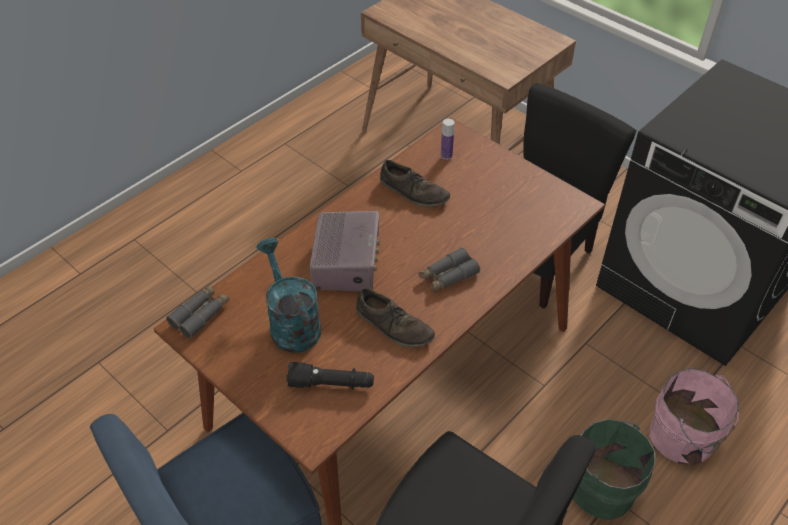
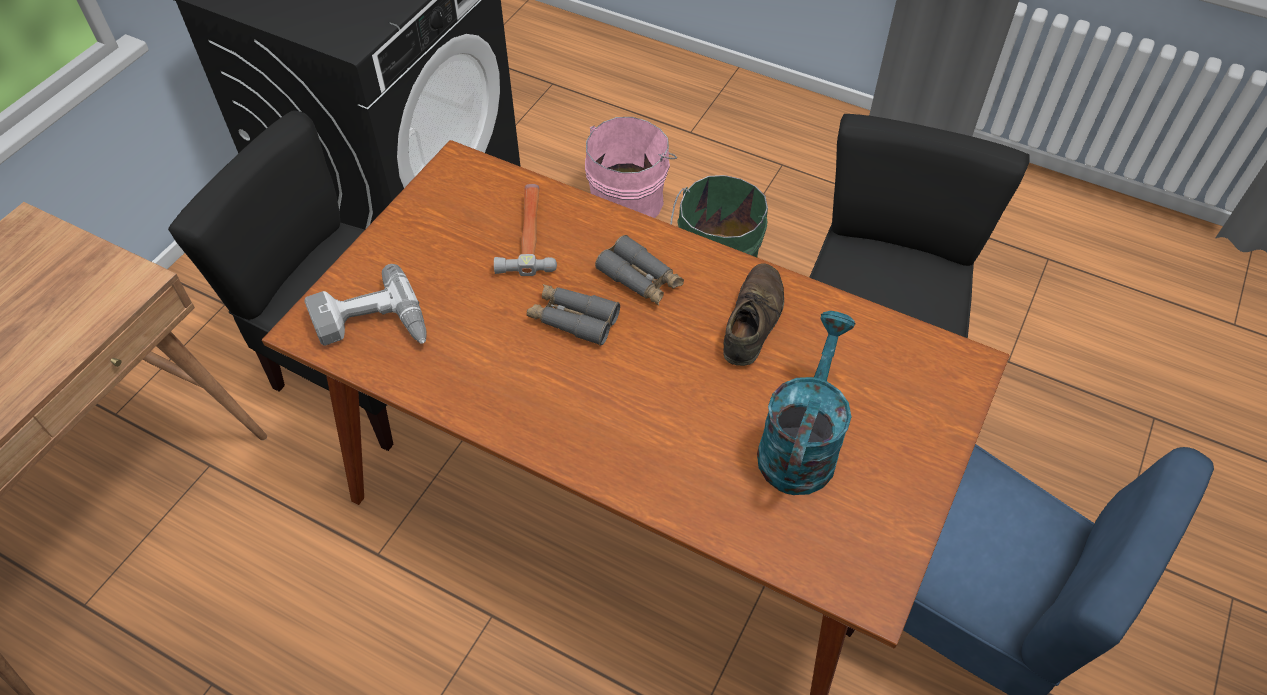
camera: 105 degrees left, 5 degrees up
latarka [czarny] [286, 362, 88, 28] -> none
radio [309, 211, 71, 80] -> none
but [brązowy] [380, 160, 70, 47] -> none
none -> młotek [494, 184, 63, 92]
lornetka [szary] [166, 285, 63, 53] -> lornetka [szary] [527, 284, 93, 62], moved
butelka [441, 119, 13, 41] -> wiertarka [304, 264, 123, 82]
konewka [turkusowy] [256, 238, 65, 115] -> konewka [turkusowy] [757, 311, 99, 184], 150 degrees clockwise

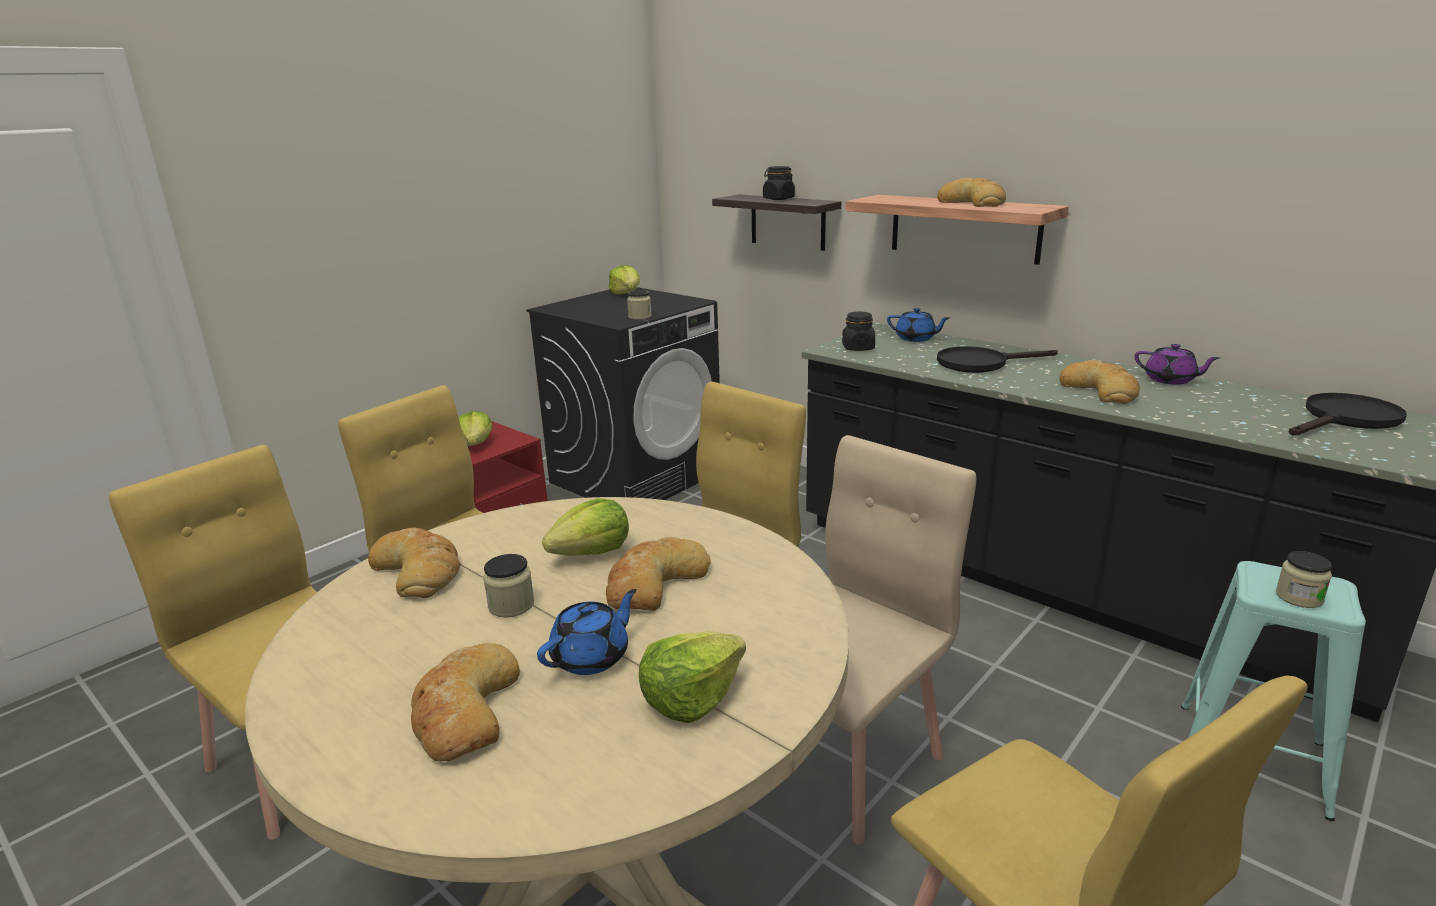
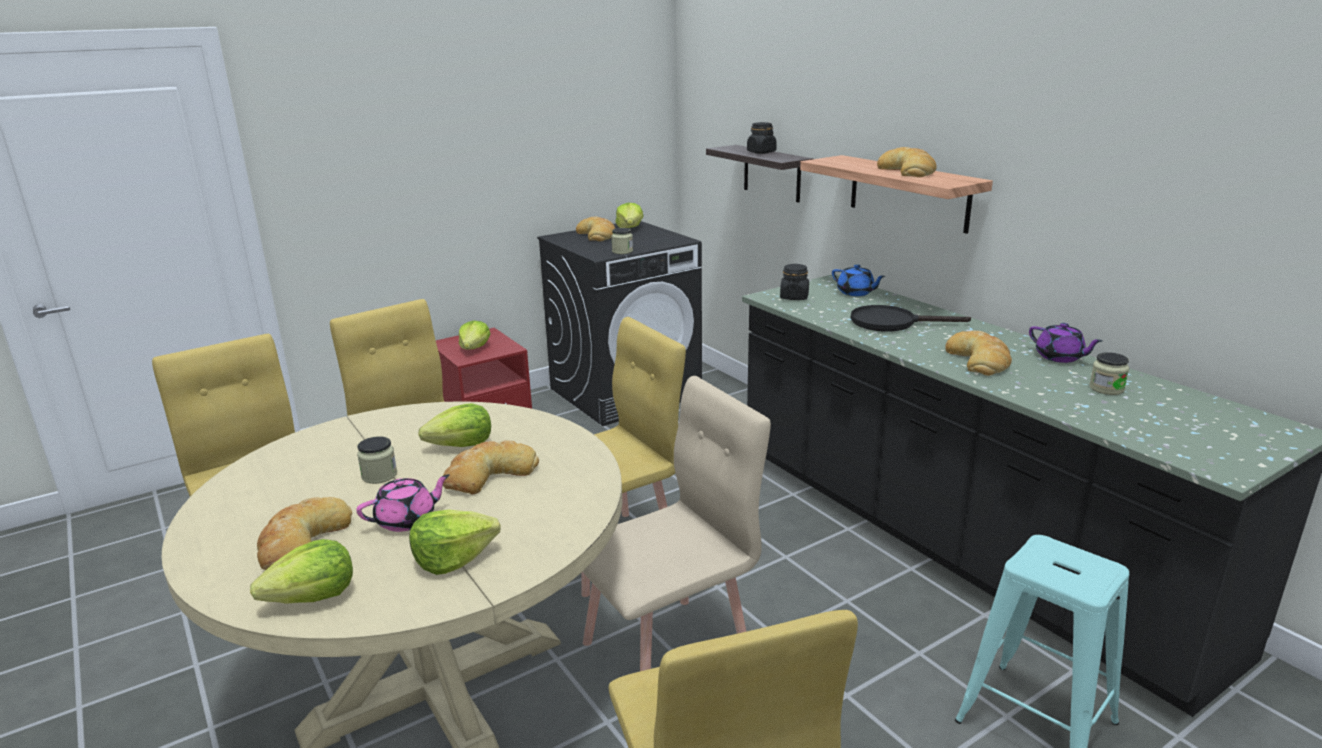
camera: 15 degrees right, 0 degrees up
patelnia [czarny] [1289, 393, 118, 43] -> none
none -> sałata [250, 539, 103, 65]
chleb [368, 527, 92, 71] -> chleb [576, 217, 39, 24], moved
słoik [1276, 551, 56, 57] -> słoik [1089, 352, 40, 43], moved
imbryk [niebieski] [537, 589, 100, 86] -> imbryk [różowy] [356, 474, 94, 58]

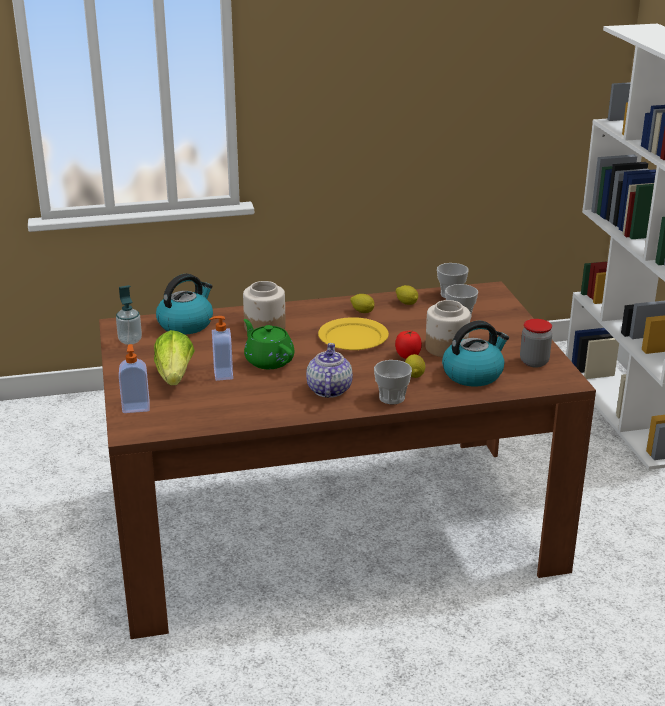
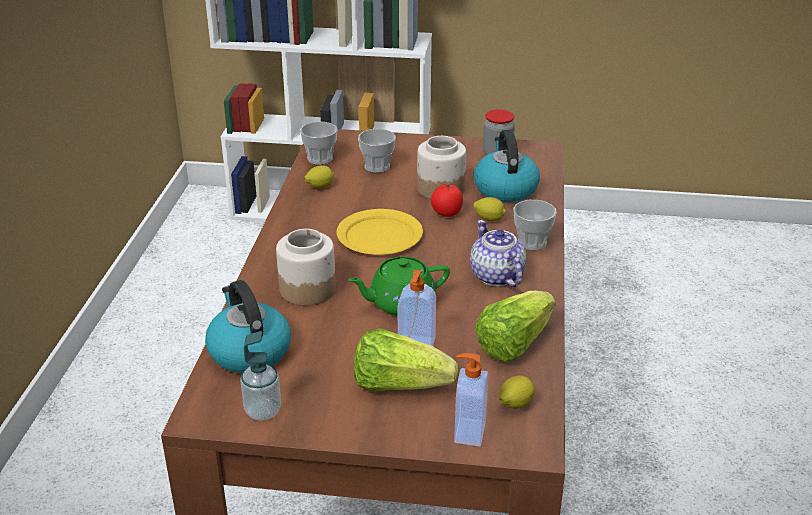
camera: 70 degrees left, 5 degrees up
none -> sałata [475, 291, 81, 71]
cytryna [350, 294, 24, 19] -> cytryna [499, 376, 36, 33], moved
imbryk [306, 343, 47, 55] -> imbryk [470, 220, 56, 67], 45 degrees clockwise

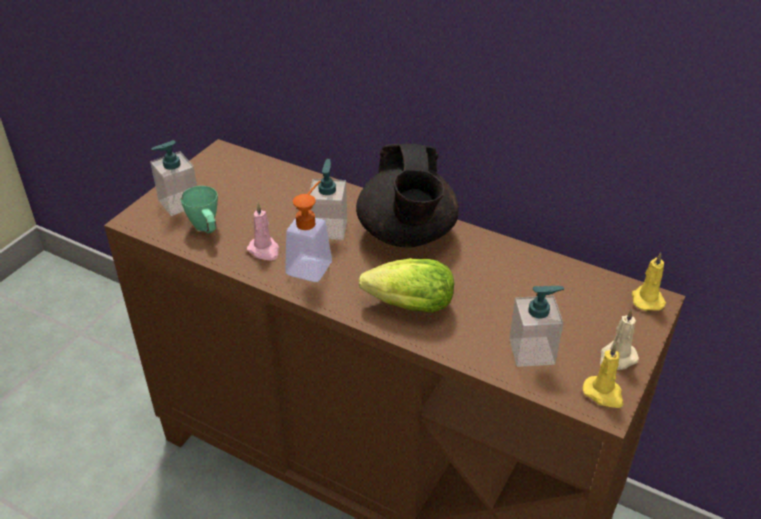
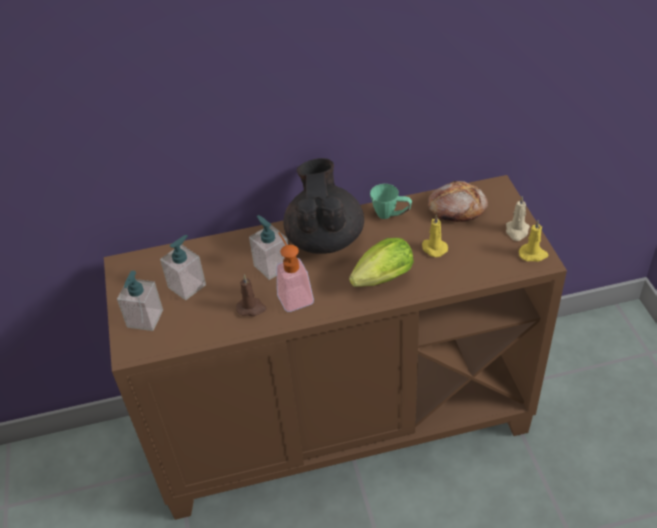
camera: 40 degrees left, 5 degrees up
none -> chleb [428, 181, 60, 41]
kubek [zielony] [180, 186, 38, 48] -> kubek [zielony] [370, 184, 42, 35], moved
dozownik mydła [509, 286, 55, 81] -> dozownik mydła [160, 235, 46, 65], moved
świeca [żółty] [632, 252, 34, 59] -> świeca [żółty] [422, 214, 26, 43], moved
świeca [różowy] [247, 203, 32, 58] -> świeca [brązowy] [236, 275, 31, 41]
imbryk [czarny] [356, 144, 103, 103] -> imbryk [czarny] [283, 158, 81, 96], 135 degrees counterclockwise

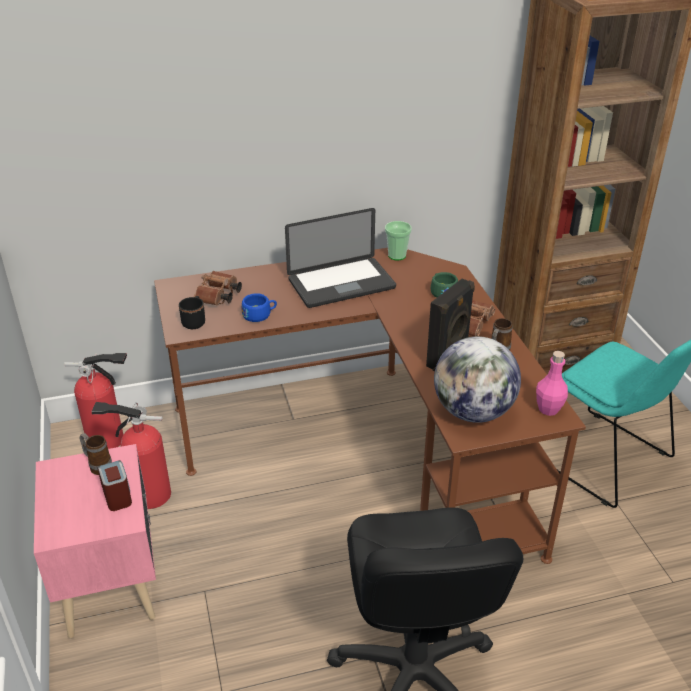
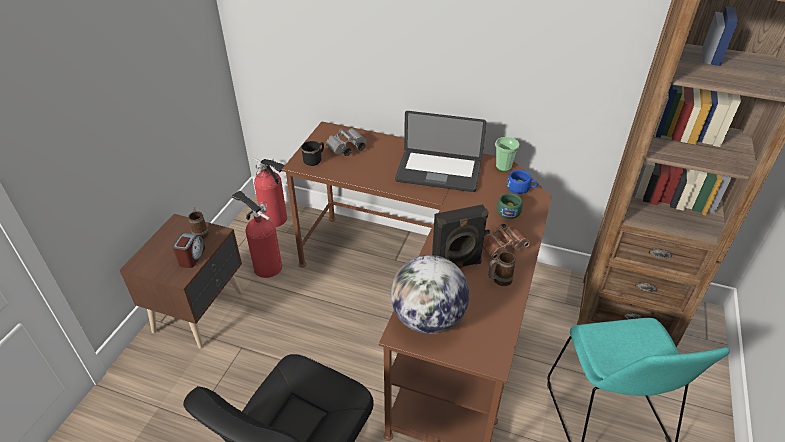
camera: 35 degrees right, 5 degrees up
butelka [różowy] [536, 351, 32, 65] -> none
filiżanka [niebieski] [242, 293, 35, 29] -> filiżanka [niebieski] [507, 170, 31, 24], moved
szafka nocna [różowy] [34, 444, 122, 194] -> szafka nocna [brązowy] [120, 214, 122, 134]
lornetka [brązowy] [194, 271, 48, 34] -> lornetka [szary] [326, 128, 41, 28]

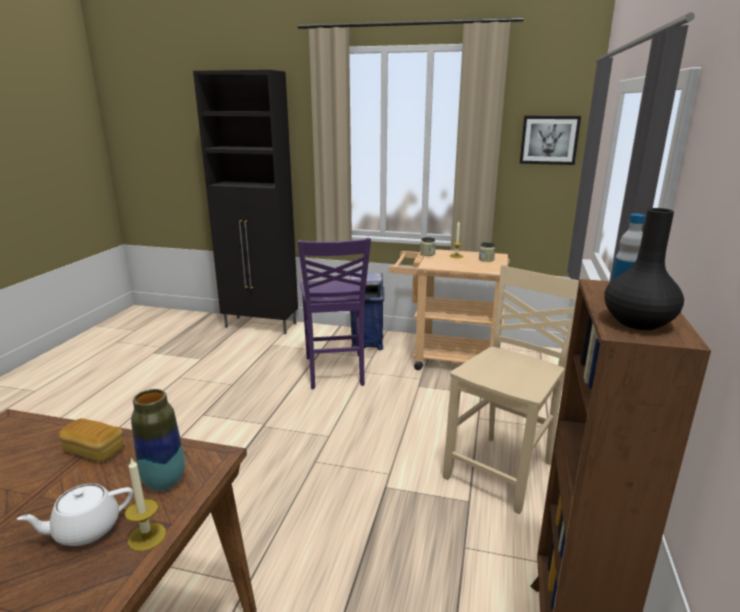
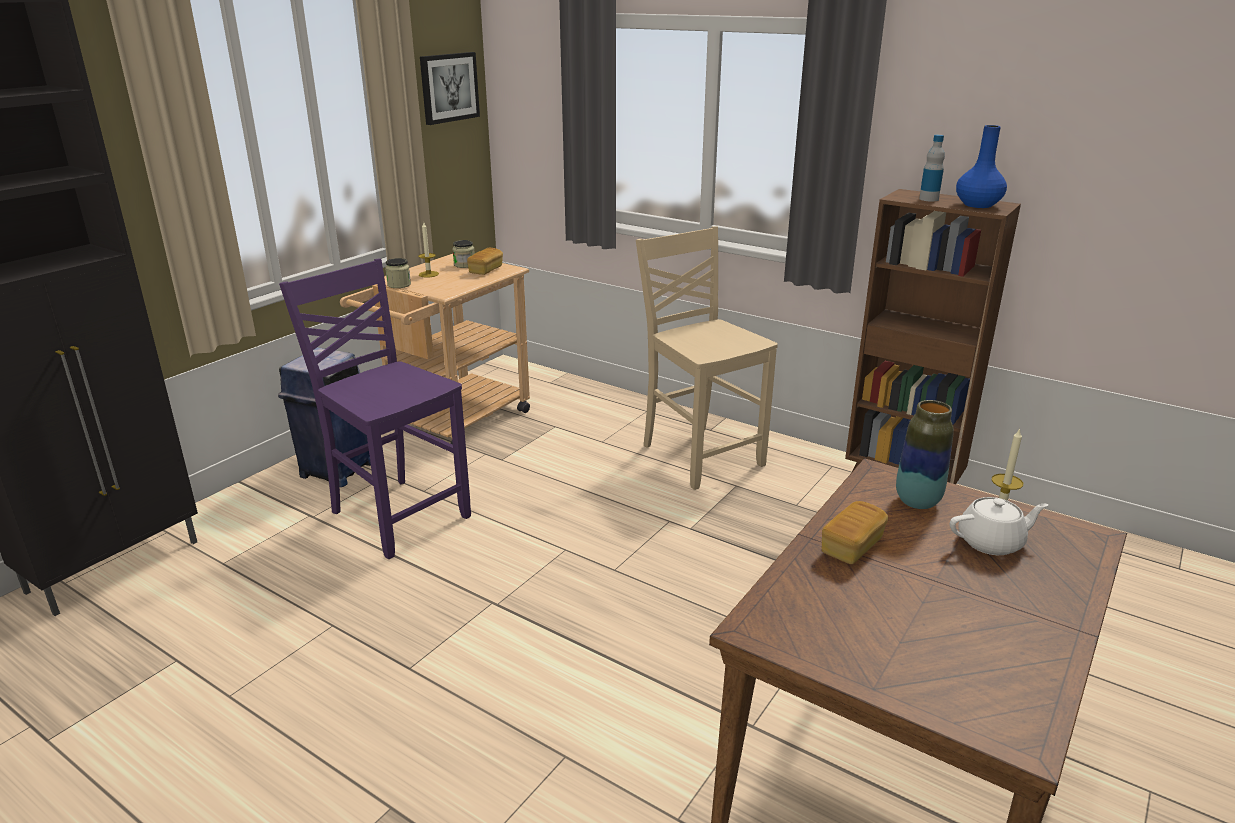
camera: 70 degrees left, 5 degrees up
none -> chleb [467, 248, 36, 27]
wazon [czarny] [605, 208, 79, 122] -> wazon [niebieski] [956, 125, 51, 83]
imbryk [biały] [17, 483, 116, 63] -> imbryk [biały] [950, 497, 98, 58], 90 degrees counterclockwise
krzesło [fioletowy] [298, 238, 73, 151] -> krzesło [fioletowy] [279, 259, 192, 300], 150 degrees counterclockwise

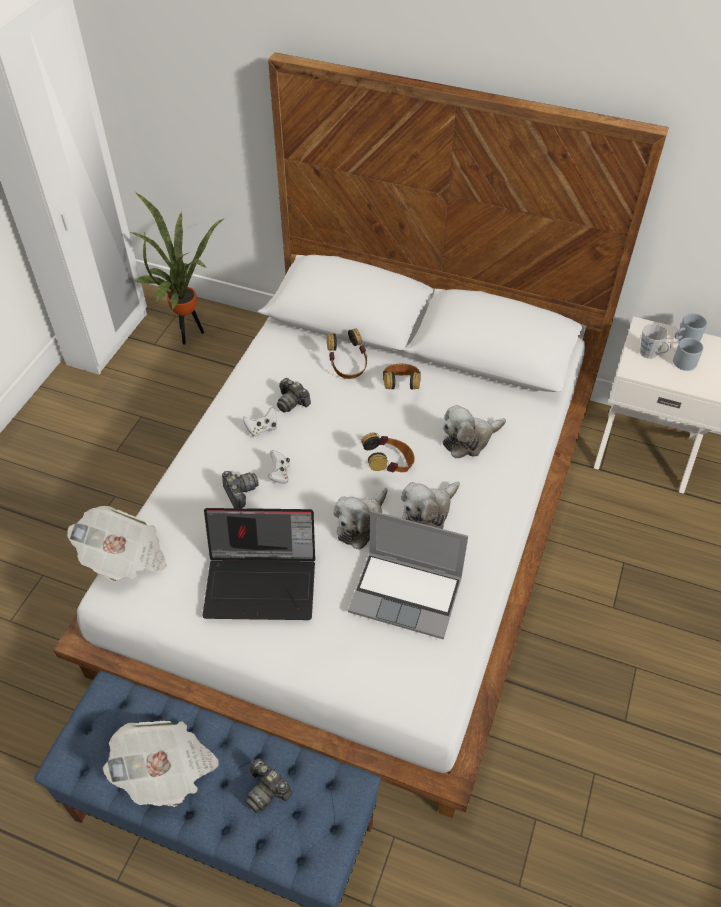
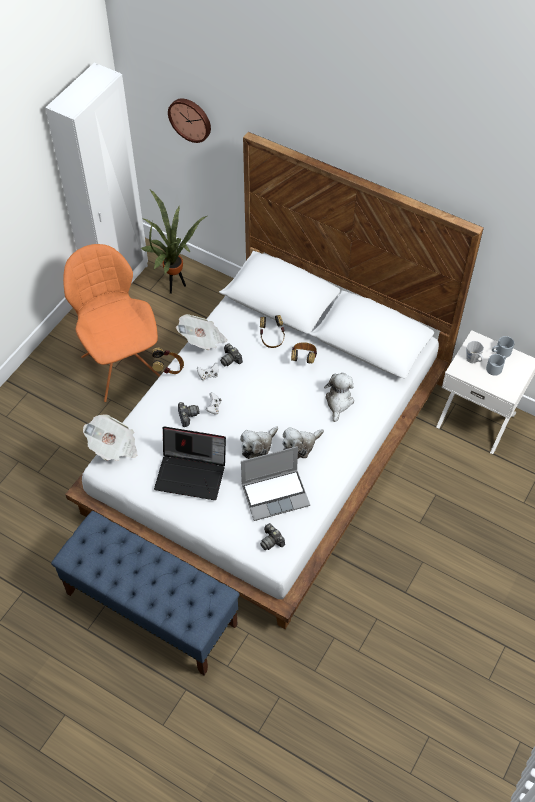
camera: 10 degrees right, 5 degrees up
none -> krzesło [pomarańczowy] [63, 244, 97, 158]
none -> zegar ścienny [168, 98, 43, 45]
gazeta [103, 721, 116, 86] -> gazeta [176, 314, 52, 36], moved
aparat fotograficzny [245, 759, 47, 54] -> aparat fotograficzny [260, 523, 25, 27], moved
słuchawki [361, 433, 54, 40] -> słuchawki [152, 347, 32, 27], moved
laptop [348, 510, 120, 129] -> laptop [241, 446, 69, 75], 45 degrees counterclockwise
pluszak [442, 405, 64, 53] -> pluszak [324, 373, 30, 49], 120 degrees clockwise

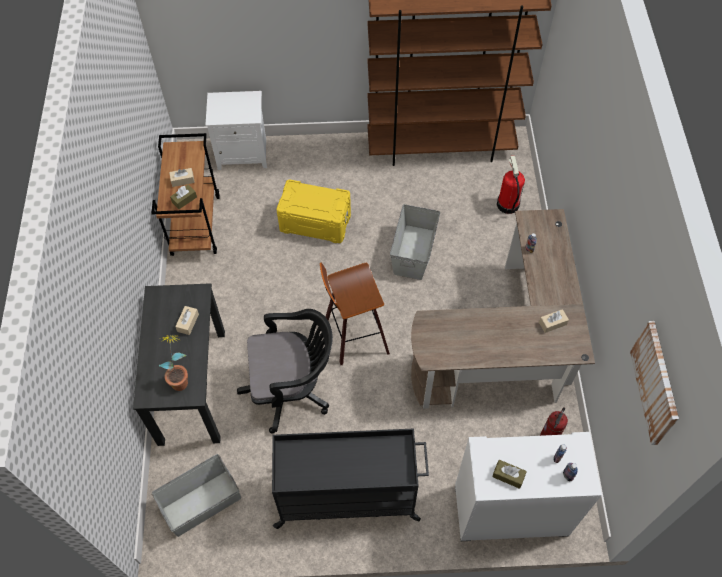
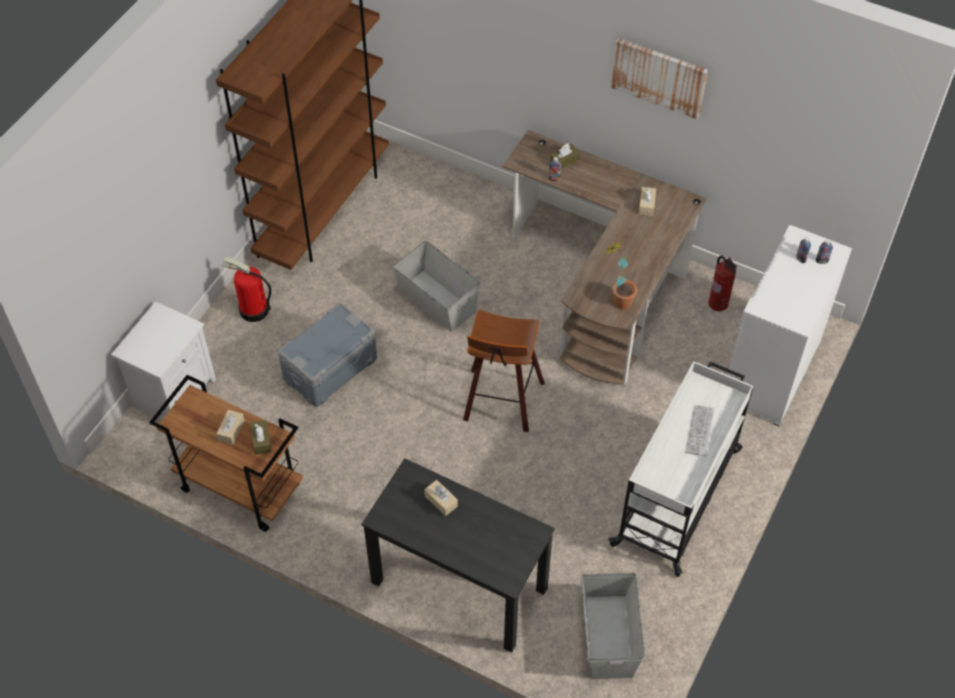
camera: 60 degrees left, 5 degrees down
krzesło biurowe [czarny] [237, 309, 96, 125] -> none
none -> klawiatura [685, 405, 30, 51]
roślina doniczkowa [159, 335, 29, 56] -> roślina doniczkowa [604, 242, 33, 67], moved
pudełko chusteczek [brązowy] [492, 460, 35, 29] -> pudełko chusteczek [brązowy] [550, 143, 30, 26], moved
gaśnica [497, 156, 28, 58] -> gaśnica [222, 257, 49, 65], moved
obraz [630, 321, 49, 124] -> obraz [611, 38, 97, 81], moved
wózek [czarny] [272, 428, 157, 101] -> wózek [biały] [609, 361, 145, 216]
pojemnik do przechowywania [żółty] [276, 179, 75, 64] -> pojemnik do przechowywania [szary] [278, 303, 99, 104]

